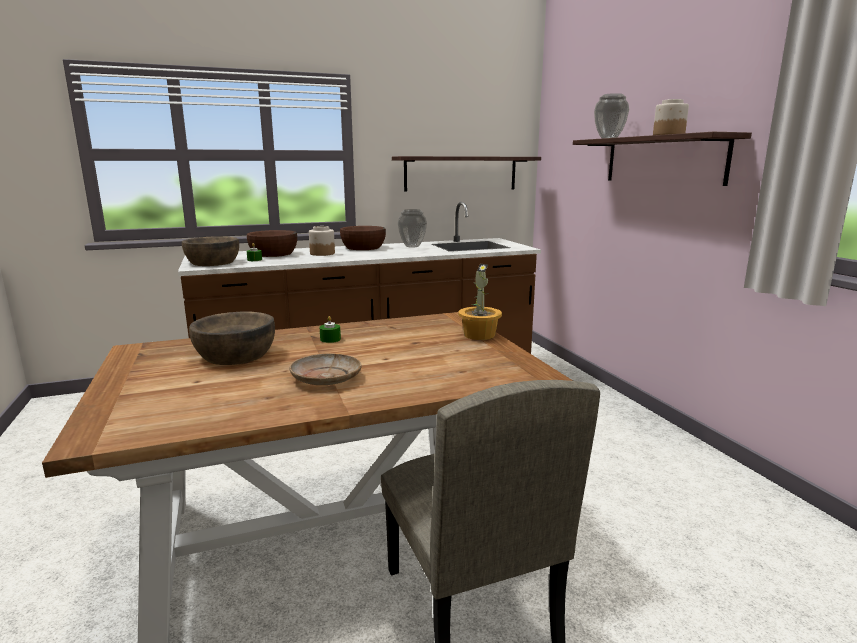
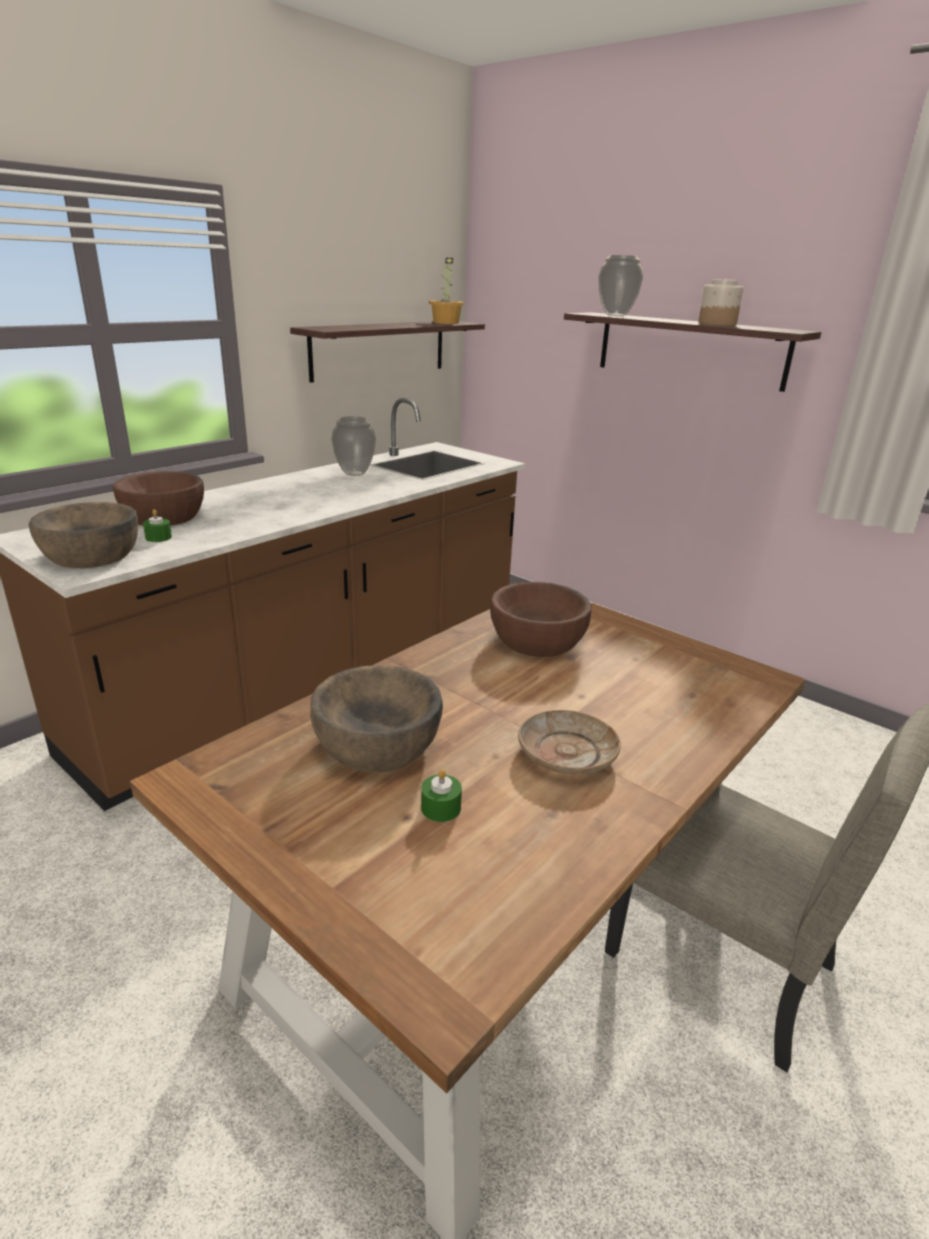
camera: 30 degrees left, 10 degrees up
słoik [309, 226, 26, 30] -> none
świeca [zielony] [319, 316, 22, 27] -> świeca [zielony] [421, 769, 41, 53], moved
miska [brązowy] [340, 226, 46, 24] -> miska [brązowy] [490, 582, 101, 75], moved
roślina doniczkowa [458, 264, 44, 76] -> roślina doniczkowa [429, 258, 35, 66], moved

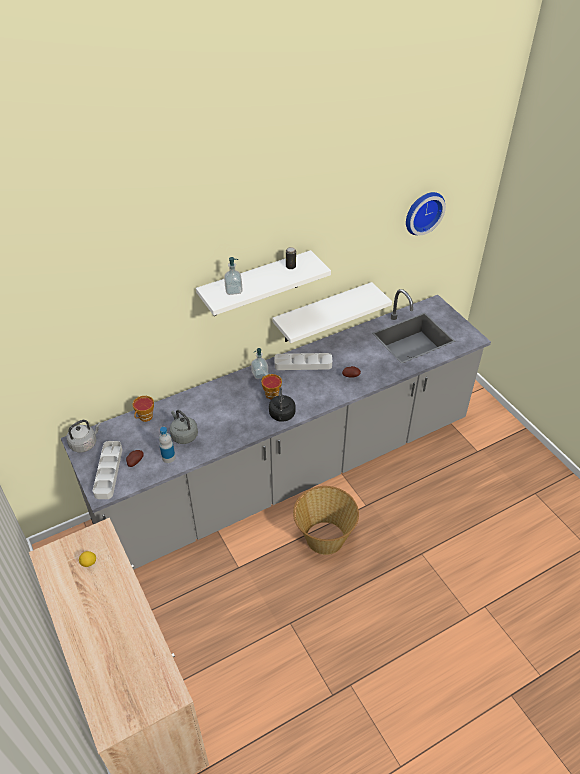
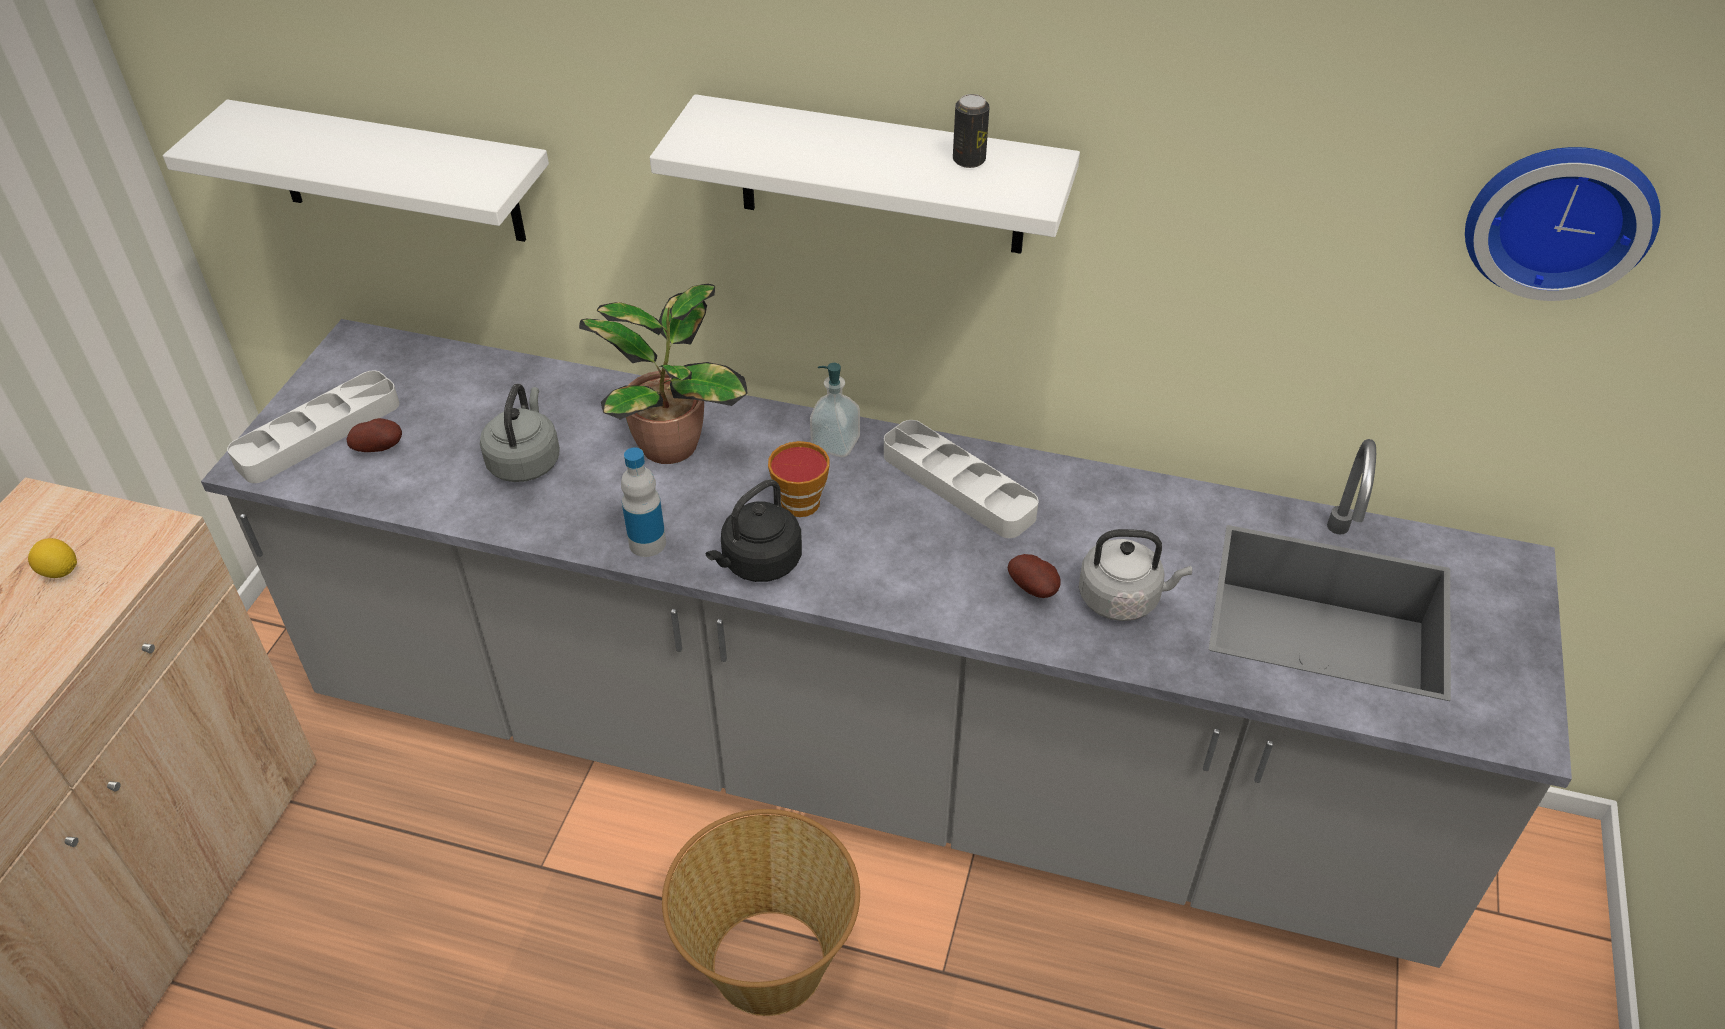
camera: 45 degrees right, 0 degrees up
filiżanka [132, 396, 22, 26] -> none
dozownik mydła [224, 257, 18, 38] -> none
none -> roślina doniczkowa [579, 284, 168, 180]
czajnik [szary] [67, 420, 34, 33] -> czajnik [szary] [1079, 529, 113, 92], moved
butelka [159, 427, 16, 36] -> butelka [621, 447, 45, 110], moved
półka [biały] [272, 282, 120, 61] -> półka [biały] [163, 99, 386, 143], moved

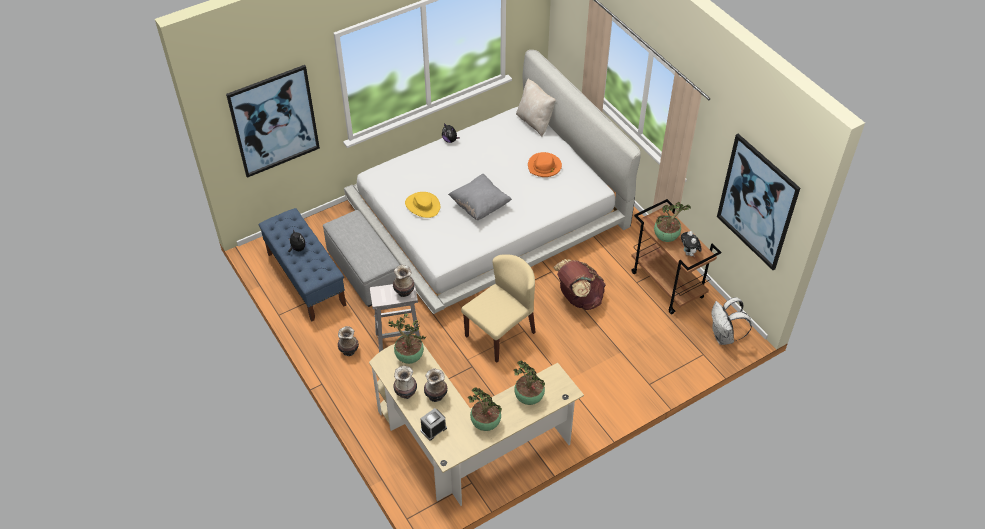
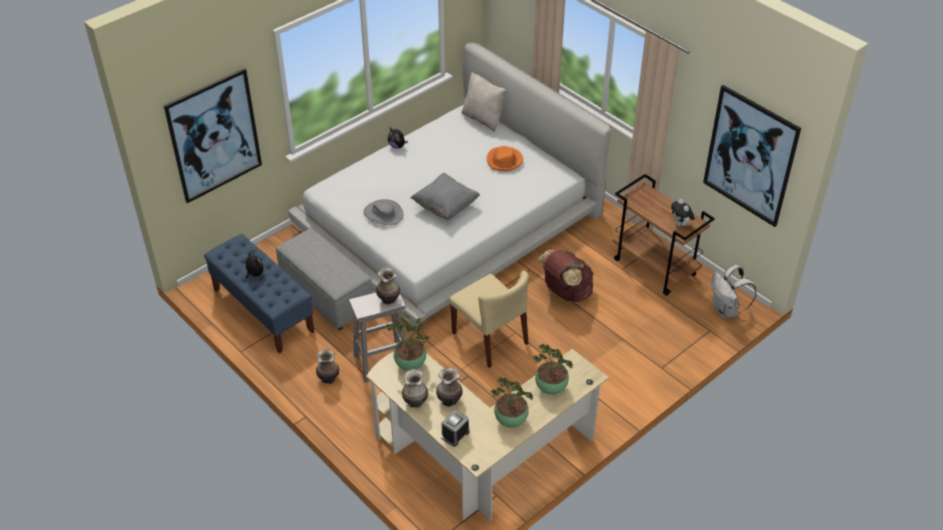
camera: 10 degrees left, 5 degrees down
roślina doniczkowa [654, 202, 37, 40] -> none
kapelusz [żółty] [405, 192, 35, 26] -> kapelusz [szary] [363, 199, 40, 26]
krzesło [beżowy] [461, 254, 75, 109] -> krzesło [beżowy] [449, 271, 80, 97], 105 degrees clockwise

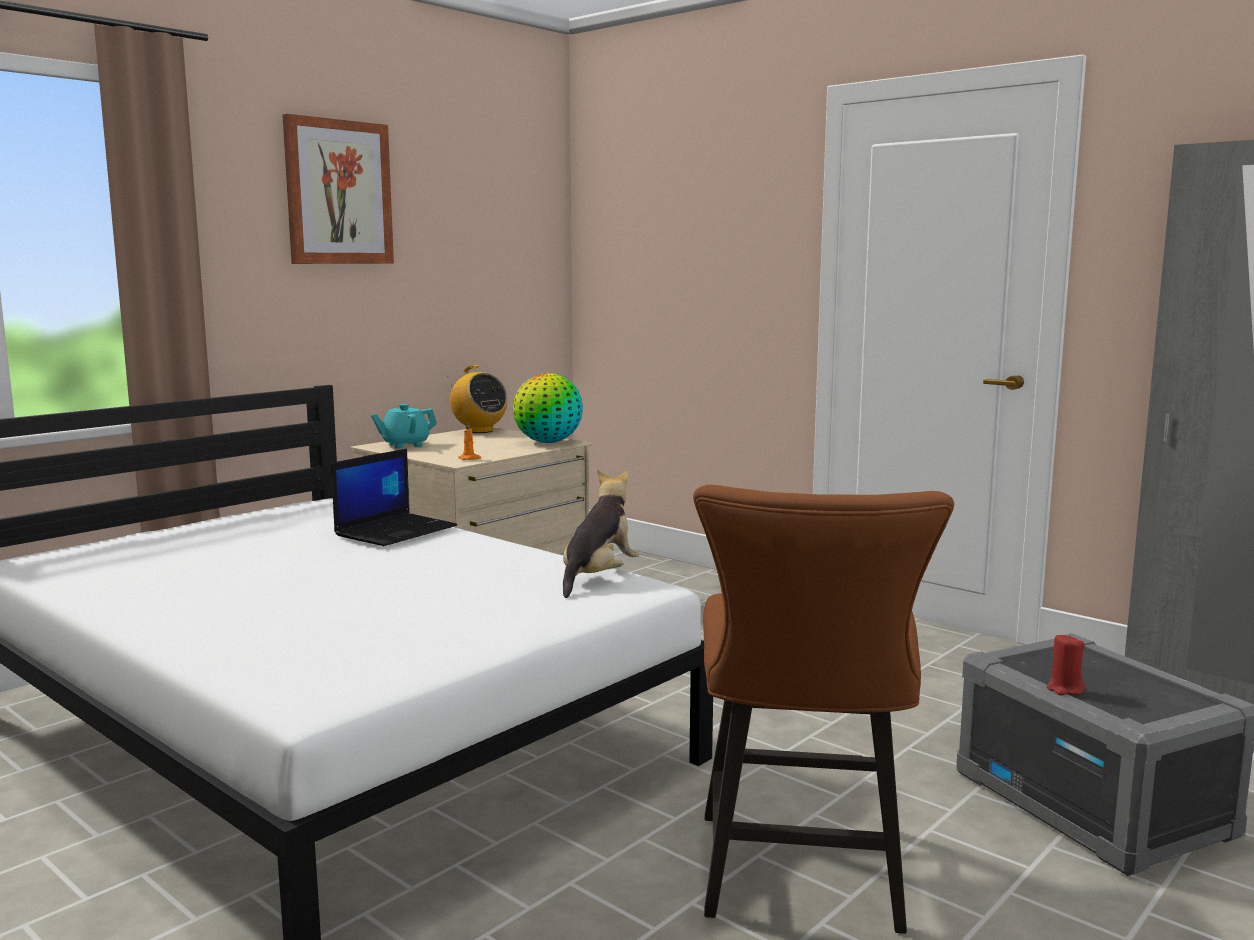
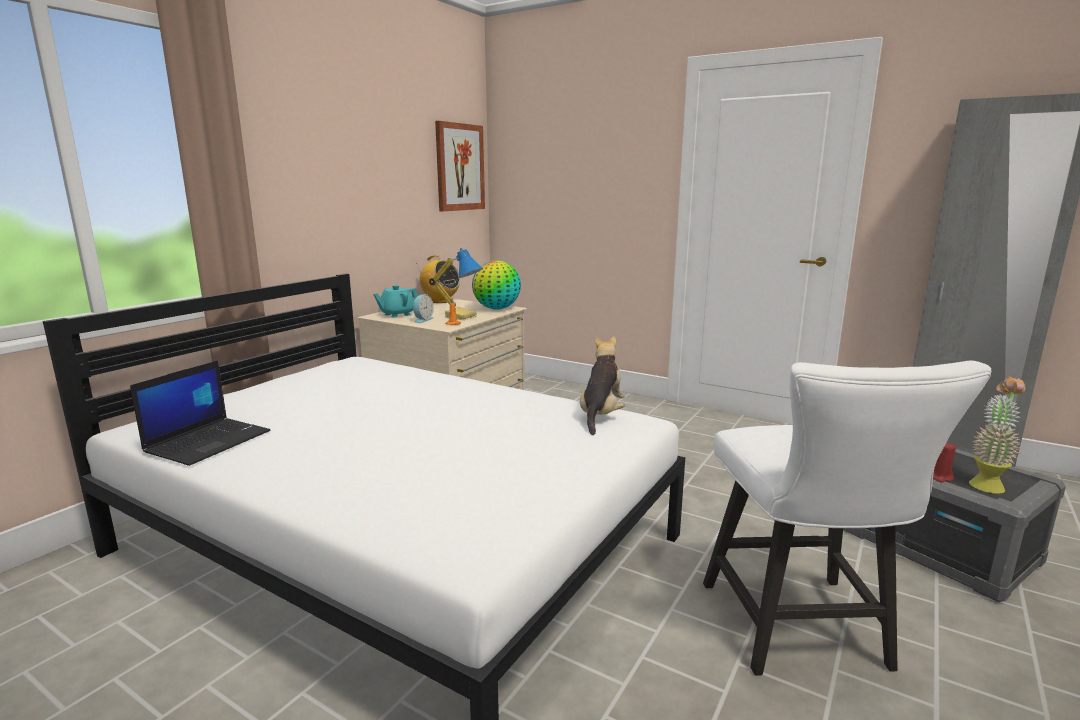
camera: 10 degrees left, 5 degrees up
none -> budzik [413, 294, 21, 29]
none -> lampa stołowa [429, 248, 54, 72]
none -> roślina doniczkowa [969, 376, 57, 118]
obraz [282, 114, 112, 150] -> obraz [435, 121, 50, 90], moved
laptop [331, 448, 126, 98] -> laptop [130, 360, 140, 106], moved
krzesło [brązowy] [693, 485, 261, 449] -> krzesło [biały] [703, 360, 288, 316]

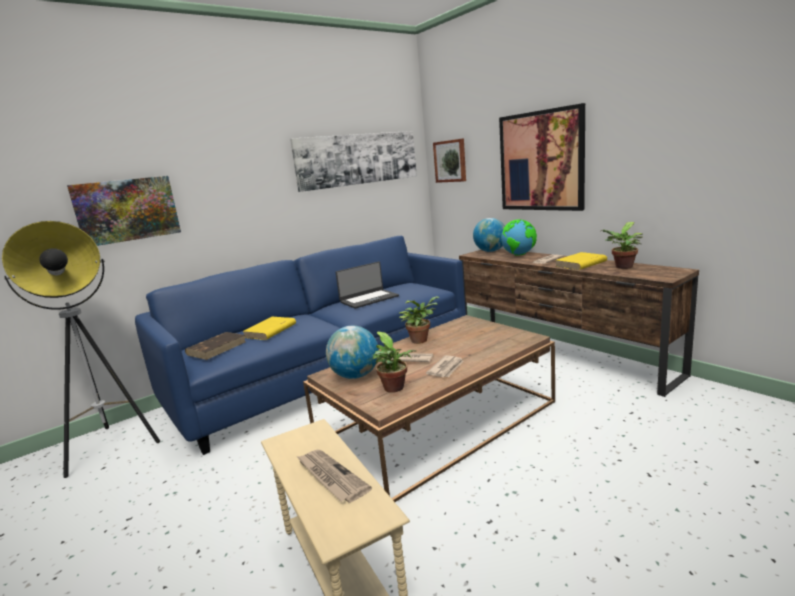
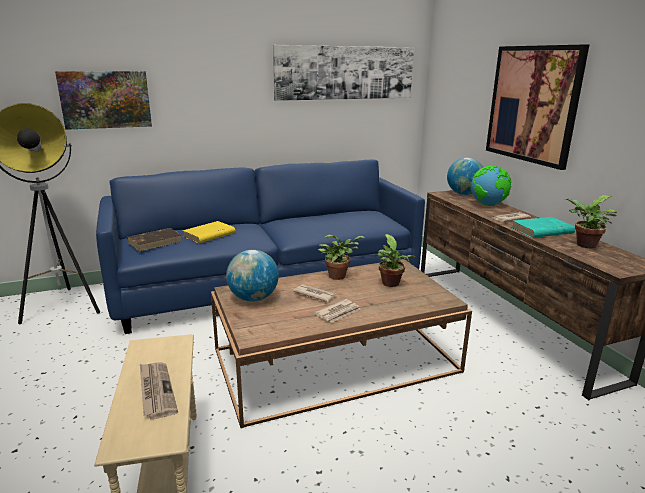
camera: 15 degrees right, 5 degrees up
laptop [335, 261, 64, 48] -> none
obraz [433, 138, 33, 45] -> none
roślina doniczkowa [373, 331, 44, 62] -> roślina doniczkowa [377, 234, 39, 53], moved
książka [żółty] [555, 252, 52, 18] -> książka [turkusowy] [512, 217, 64, 21]

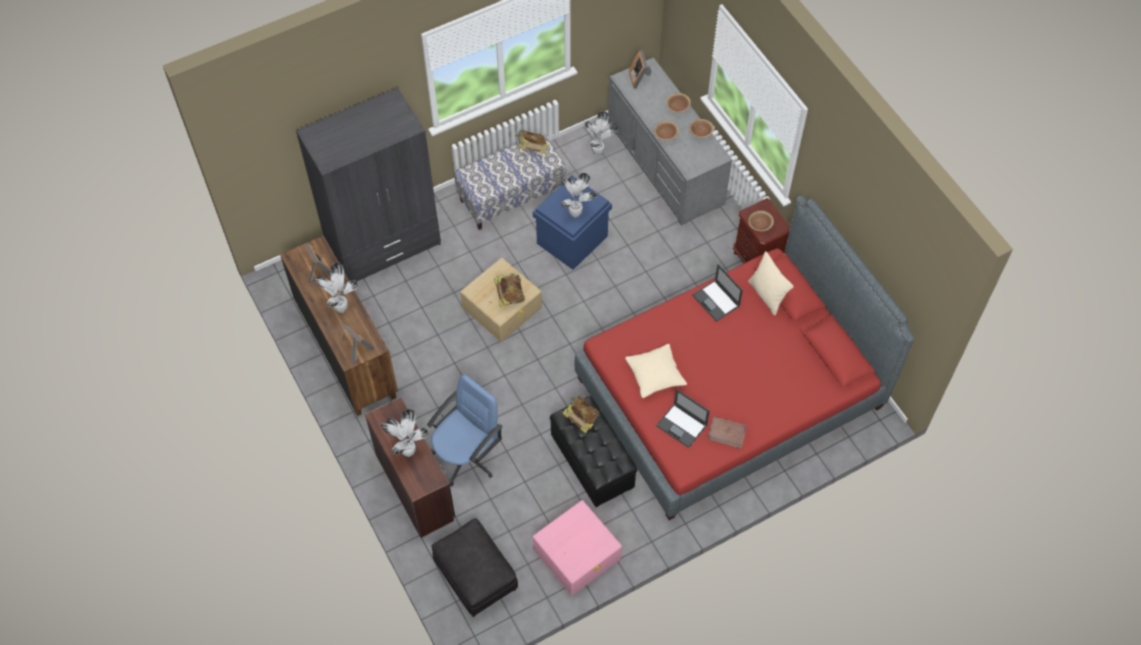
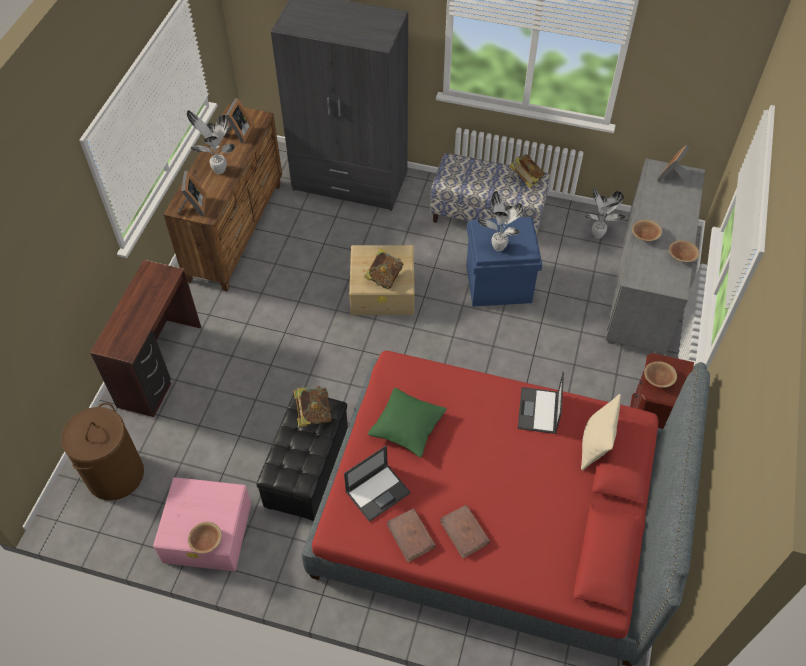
camera: 45 degrees right, 5 degrees down
roślina doniczkowa [380, 409, 48, 48] -> none
krzesło biurowe [niebieski] [427, 374, 75, 113] -> none
none -> książka [brązowy] [440, 505, 50, 54]
miska [brązowy] [666, 93, 25, 20] -> miska [brązowy] [188, 522, 34, 32], moved
pufa [czarny] [431, 518, 87, 99] -> kosz na pranie [brązowy] [61, 403, 83, 97]
poduszka [beżowy] [625, 344, 62, 54] -> poduszka [zielony] [368, 388, 79, 69]
laptop [656, 389, 54, 59] -> laptop [344, 445, 67, 77], 120 degrees counterclockwise

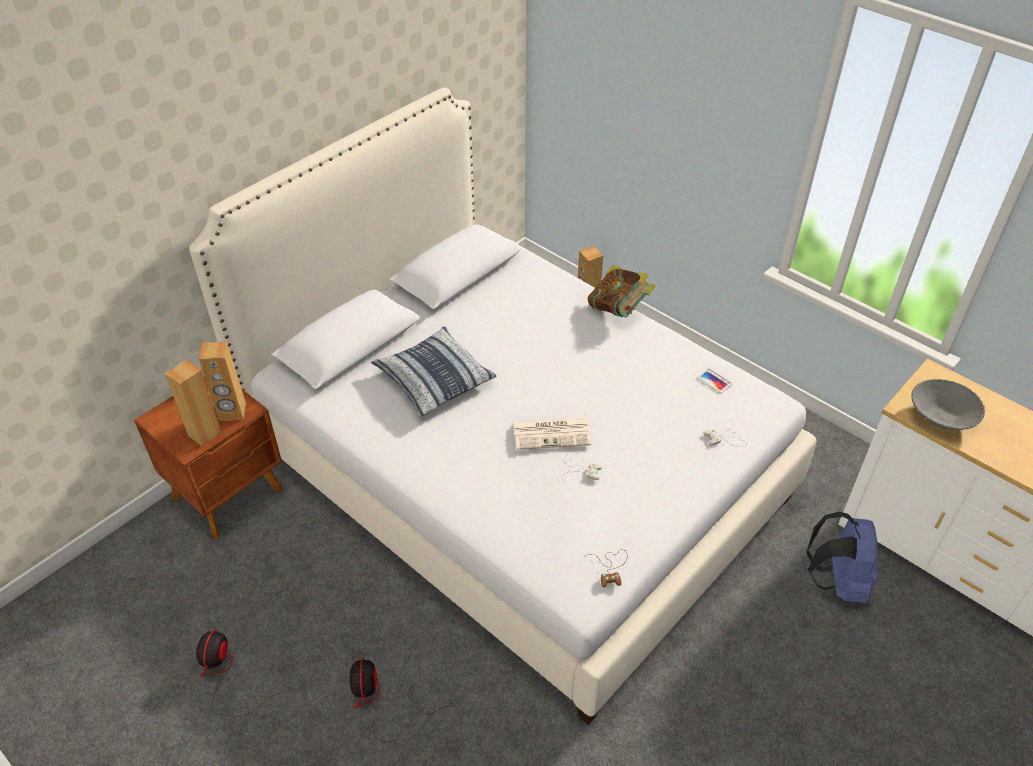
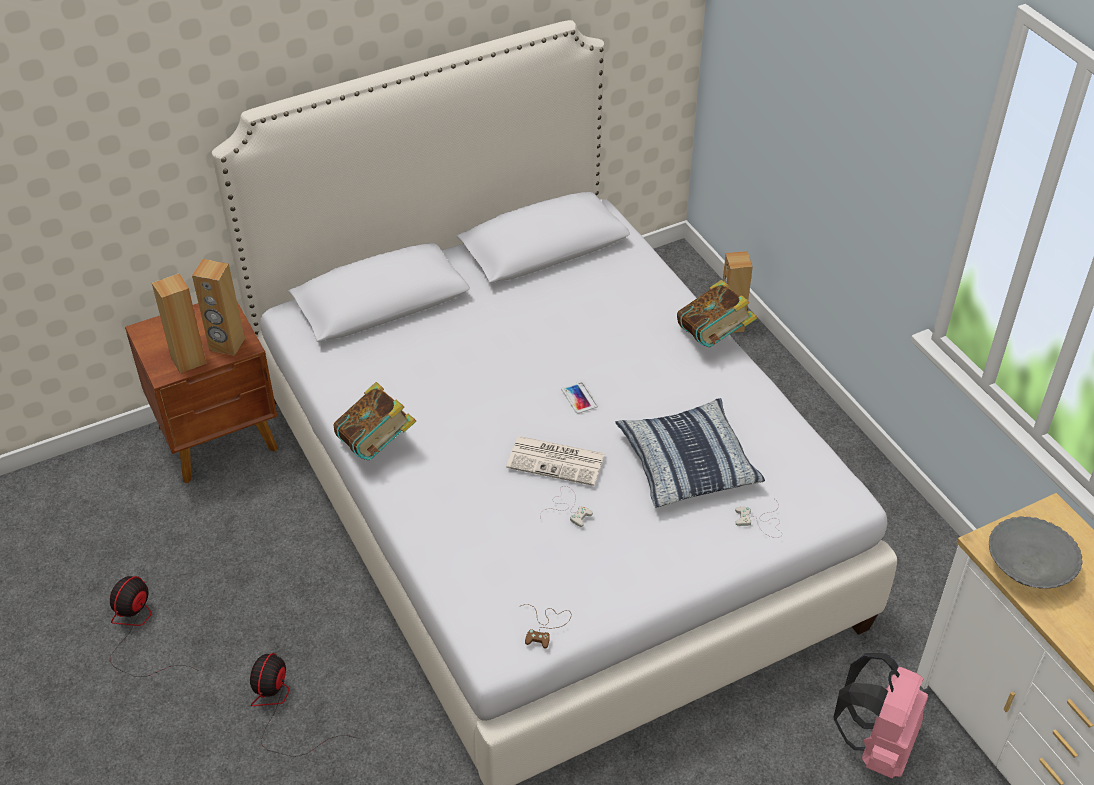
camera: 20 degrees right, 0 degrees up
none -> książka [333, 382, 83, 78]
poduszka [371, 326, 125, 90] -> poduszka [616, 398, 149, 110], moved
telefon [697, 368, 36, 25] -> telefon [561, 381, 37, 33], moved
plecak [niebieski] [806, 511, 72, 92] -> plecak [różowy] [833, 653, 95, 126]

